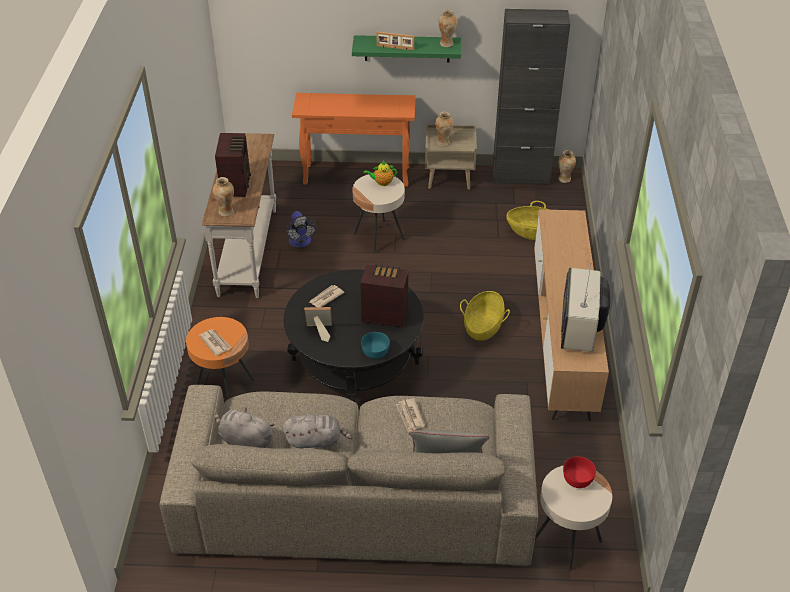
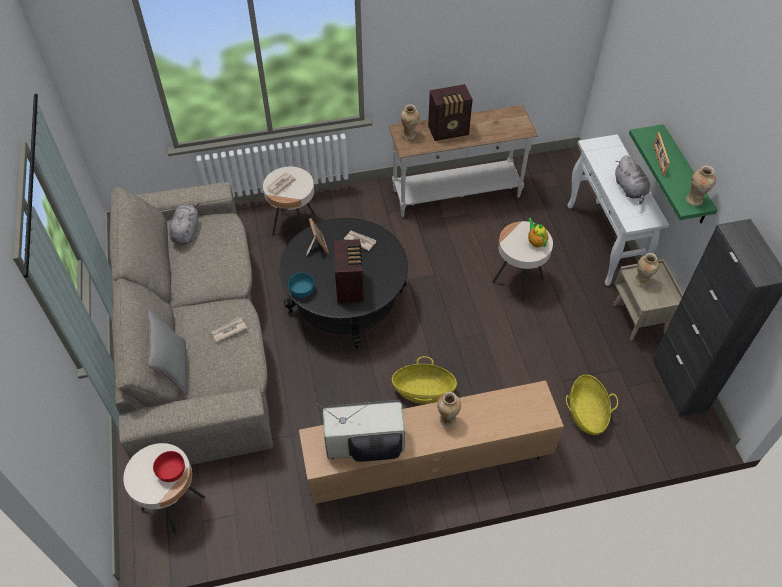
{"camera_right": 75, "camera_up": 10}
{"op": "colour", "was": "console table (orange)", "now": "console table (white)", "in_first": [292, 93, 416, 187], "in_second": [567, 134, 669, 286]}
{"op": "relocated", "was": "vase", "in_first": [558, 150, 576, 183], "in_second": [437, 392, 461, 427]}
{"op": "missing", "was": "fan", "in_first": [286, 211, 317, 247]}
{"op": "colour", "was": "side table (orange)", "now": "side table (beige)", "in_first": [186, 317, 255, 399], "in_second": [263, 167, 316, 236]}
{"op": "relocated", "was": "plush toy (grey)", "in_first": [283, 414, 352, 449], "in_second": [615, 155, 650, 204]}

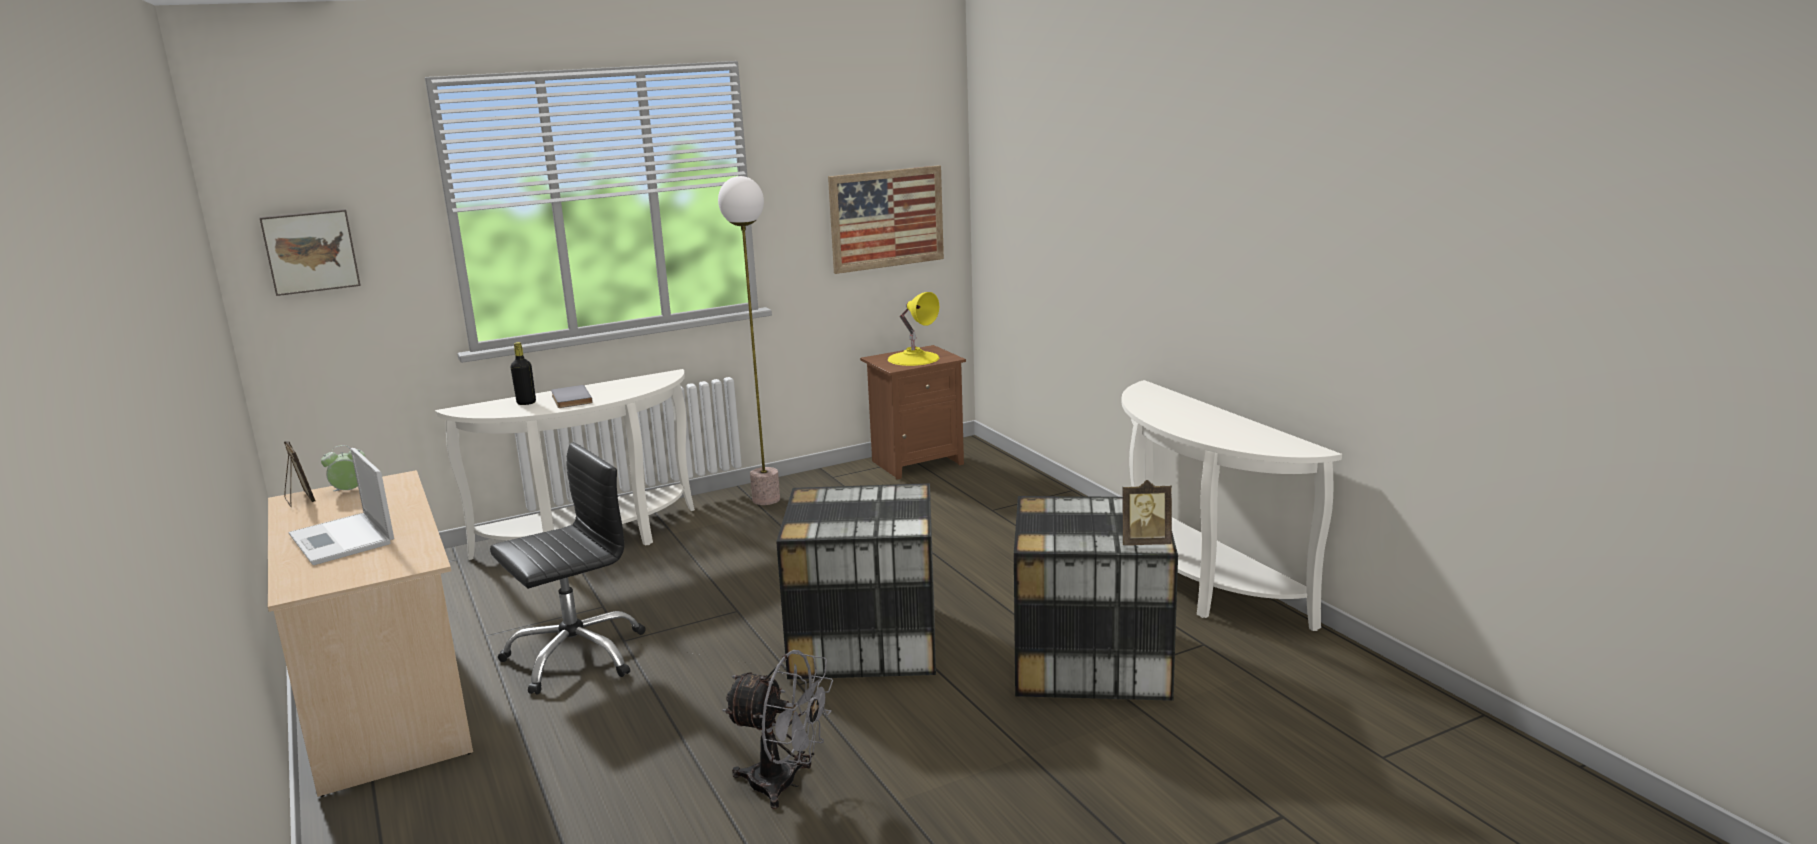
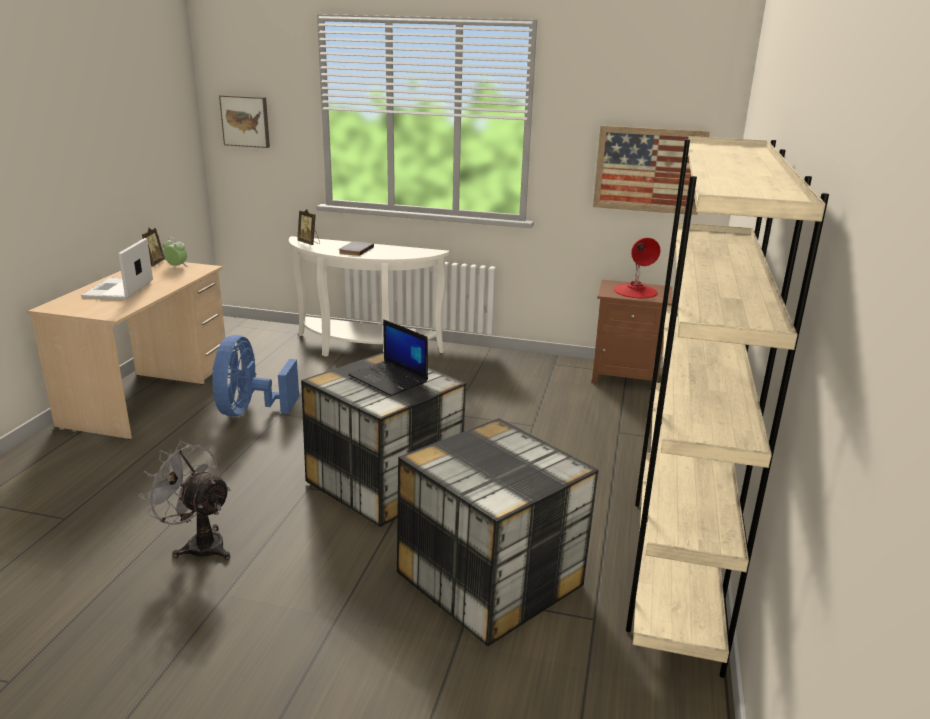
{"camera_right": 40, "camera_up": 5}
{"op": "missing", "was": "floor lamp", "in_first": [718, 176, 780, 505]}
{"op": "colour", "was": "table lamp (yellow)", "now": "table lamp (red)", "in_first": [888, 292, 939, 366], "in_second": [613, 238, 660, 298]}
{"op": "missing", "was": "bottle (black)", "in_first": [511, 342, 536, 405]}
{"op": "exchanged", "was": "console table (white)", "now": "bookcase (beige)", "in_first": [1122, 380, 1342, 631], "in_second": [626, 136, 829, 678]}
{"op": "exchanged", "was": "office chair (black)", "now": "fan (blue)", "in_first": [490, 442, 646, 694], "in_second": [212, 335, 299, 417]}
{"op": "relocated", "was": "picture frame", "in_first": [1122, 480, 1172, 545], "in_second": [298, 209, 320, 245]}
{"op": "spun", "was": "fan (grey)", "in_first": [723, 650, 833, 809], "in_second": [139, 441, 231, 560], "clockwise": 150}
{"op": "appeared", "now": "laptop", "in_second": [349, 319, 428, 396]}

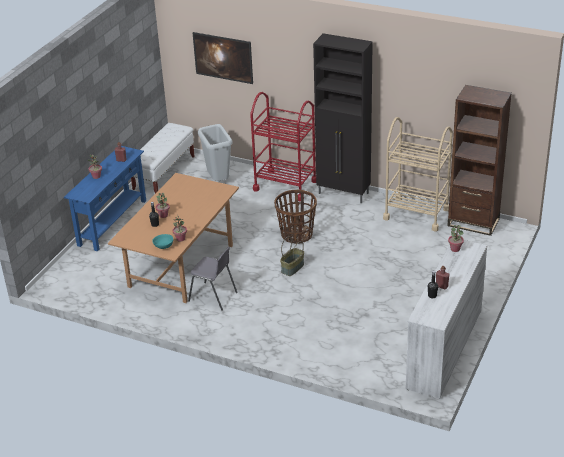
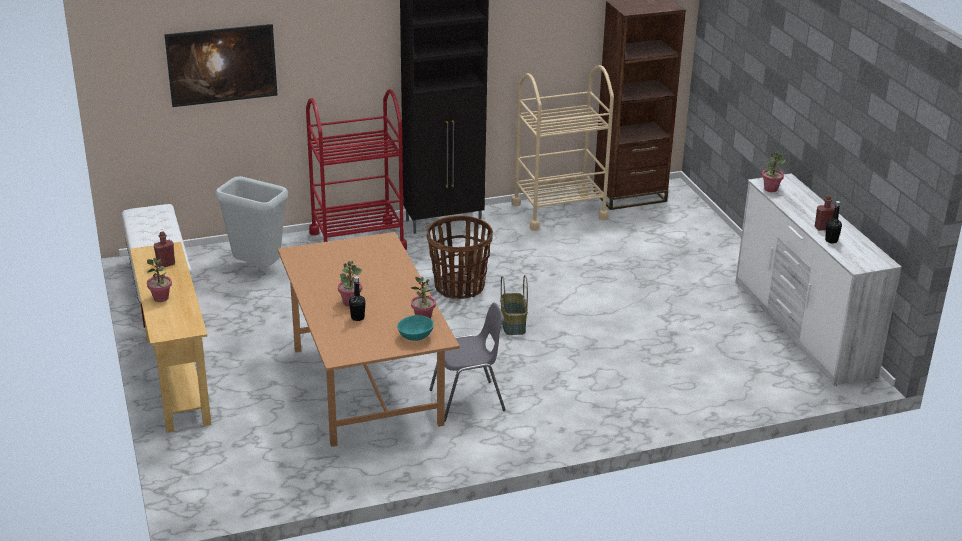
{"camera_right": -45, "camera_up": -5}
{"op": "colour", "was": "console table (blue)", "now": "console table (beige)", "in_first": [64, 146, 146, 251], "in_second": [130, 242, 211, 433]}

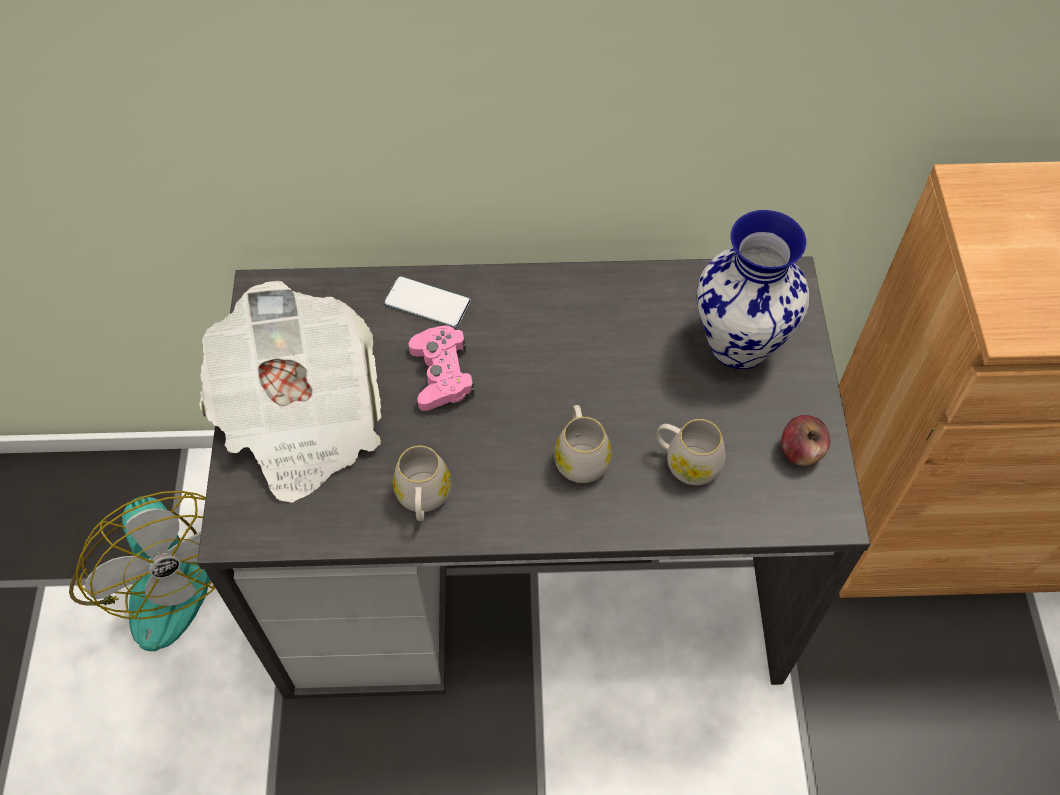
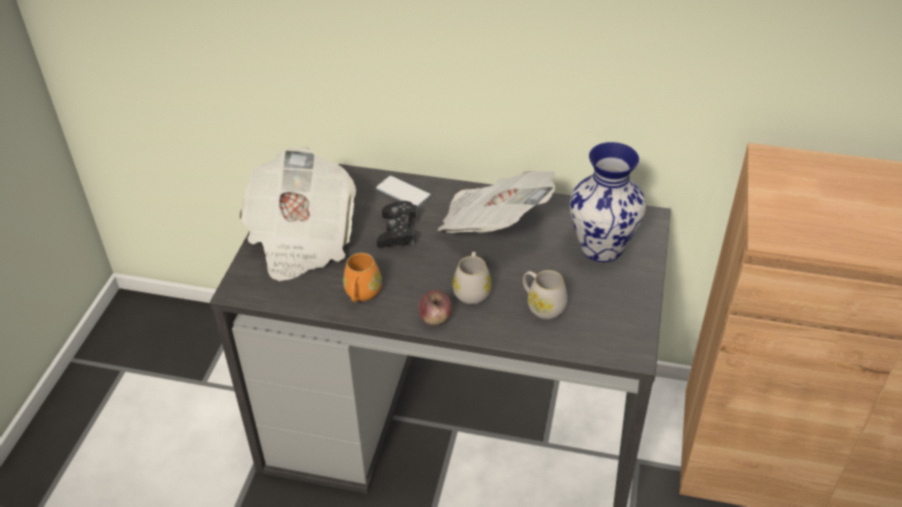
{"camera_right": 15, "camera_up": -15}
{"op": "colour", "was": "game controller (pink)", "now": "game controller (black)", "in_first": [409, 325, 475, 411], "in_second": [377, 201, 419, 248]}
{"op": "relocated", "was": "apple", "in_first": [781, 415, 830, 466], "in_second": [419, 290, 452, 325]}
{"op": "colour", "was": "mug (white)", "now": "mug (orange)", "in_first": [393, 445, 451, 521], "in_second": [343, 253, 382, 302]}
{"op": "missing", "was": "fan", "in_first": [69, 491, 215, 651]}
{"op": "appeared", "now": "newspaper", "in_second": [437, 171, 555, 233]}

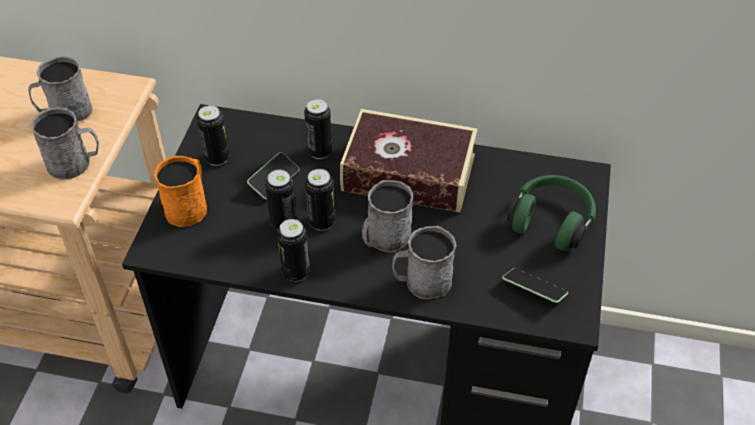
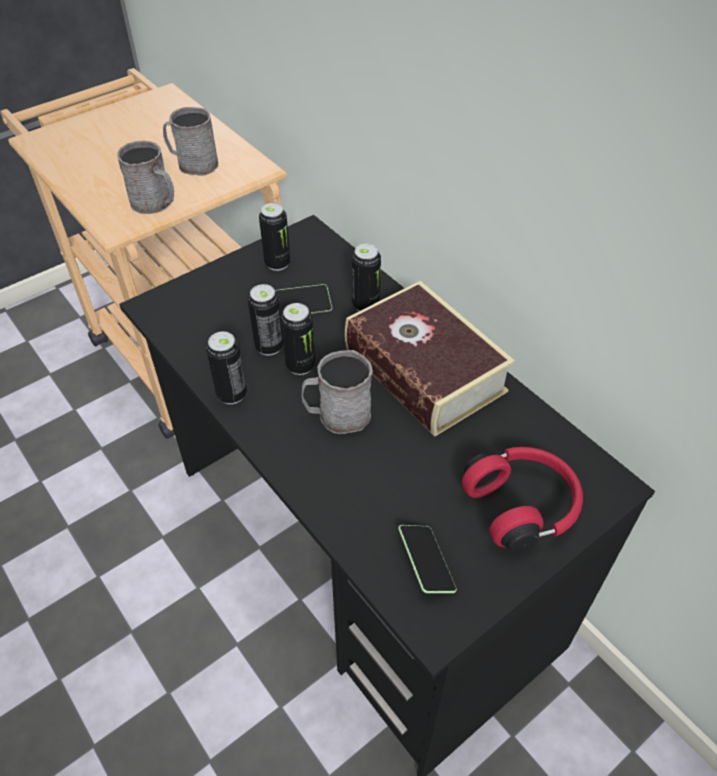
{"camera_right": 40, "camera_up": 0}
{"op": "missing", "was": "mug (orange)", "in_first": [154, 156, 207, 227]}
{"op": "colour", "was": "headphones (green)", "now": "headphones (red)", "in_first": [507, 175, 596, 251], "in_second": [462, 447, 583, 552]}
{"op": "missing", "was": "mug (grey)", "in_first": [392, 226, 457, 299]}

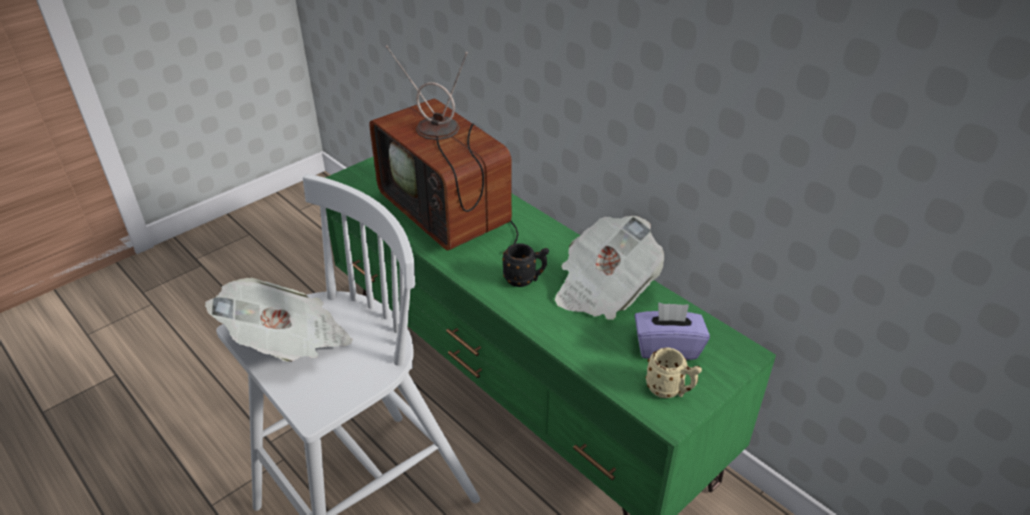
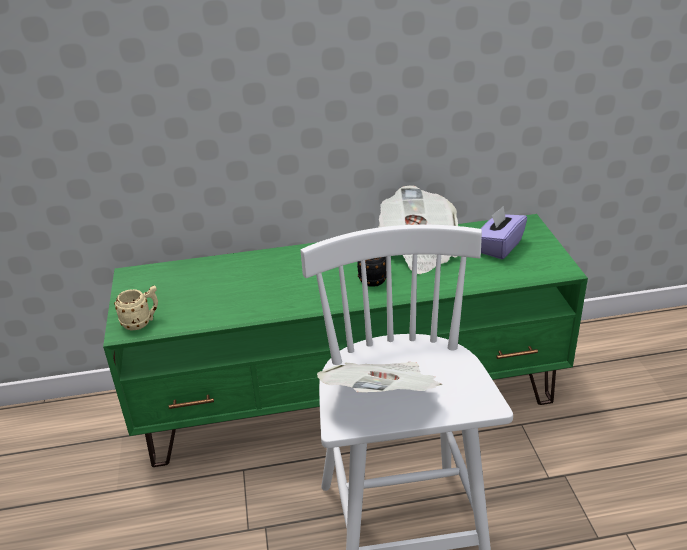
{"camera_right": -55, "camera_up": -5}
{"op": "missing", "was": "television", "in_first": [369, 46, 518, 253]}
{"op": "relocated", "was": "mug (beige)", "in_first": [646, 348, 702, 398], "in_second": [114, 286, 158, 331]}

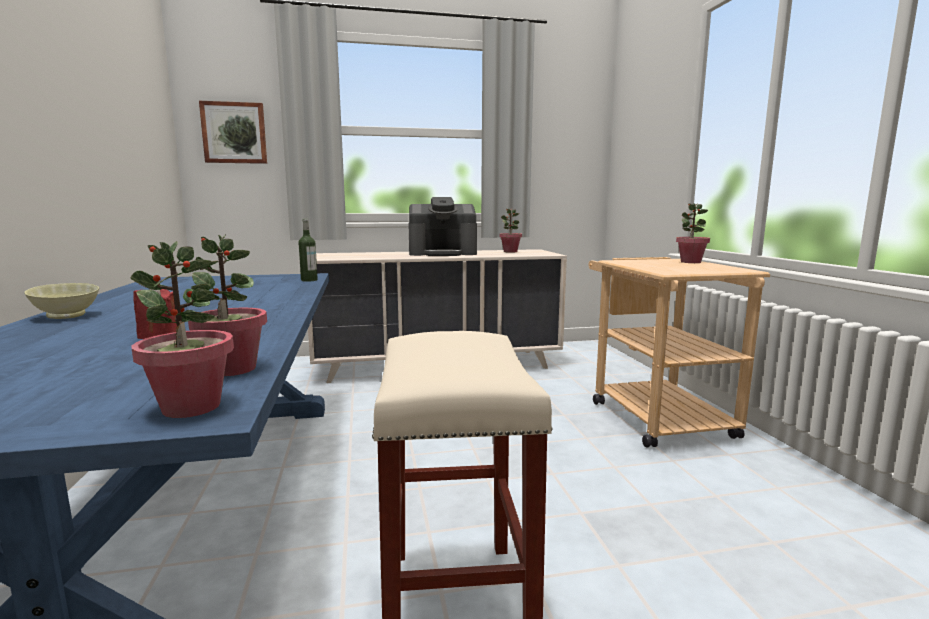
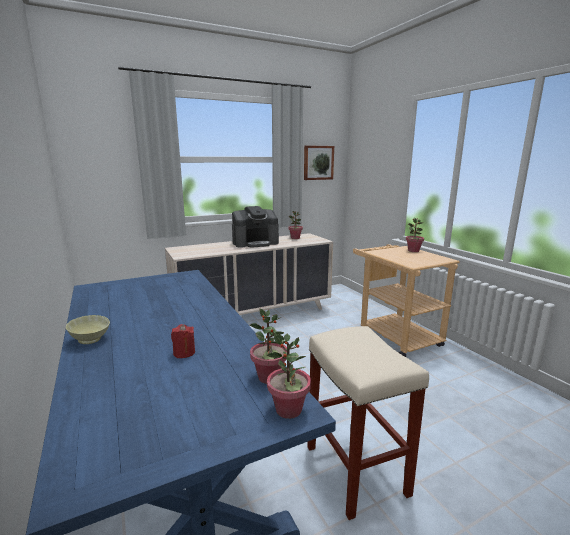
{"camera_right": -15, "camera_up": 5}
{"op": "relocated", "was": "picture", "in_first": [199, 101, 267, 164], "in_second": [304, 145, 334, 180]}
{"op": "missing", "was": "bottle", "in_first": [299, 219, 318, 282]}

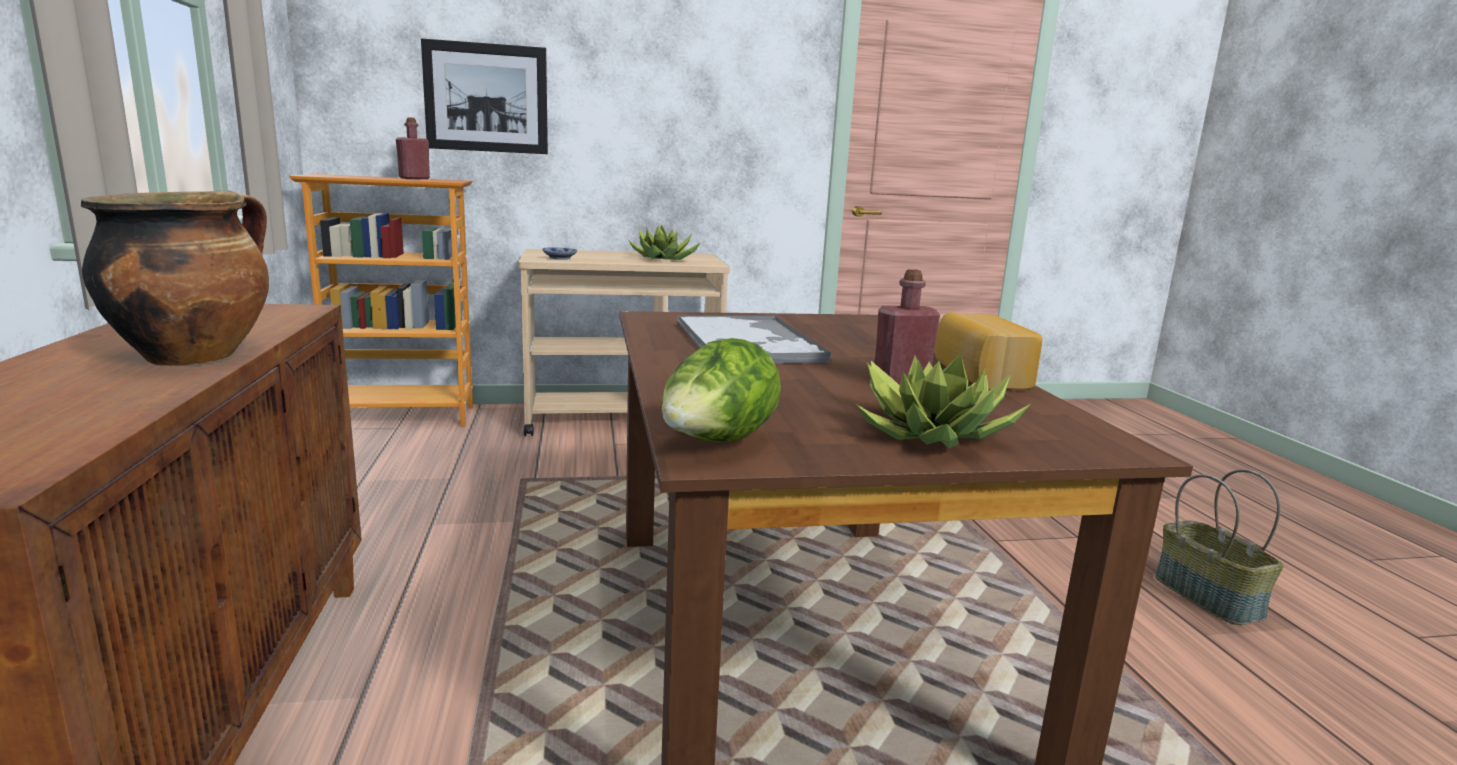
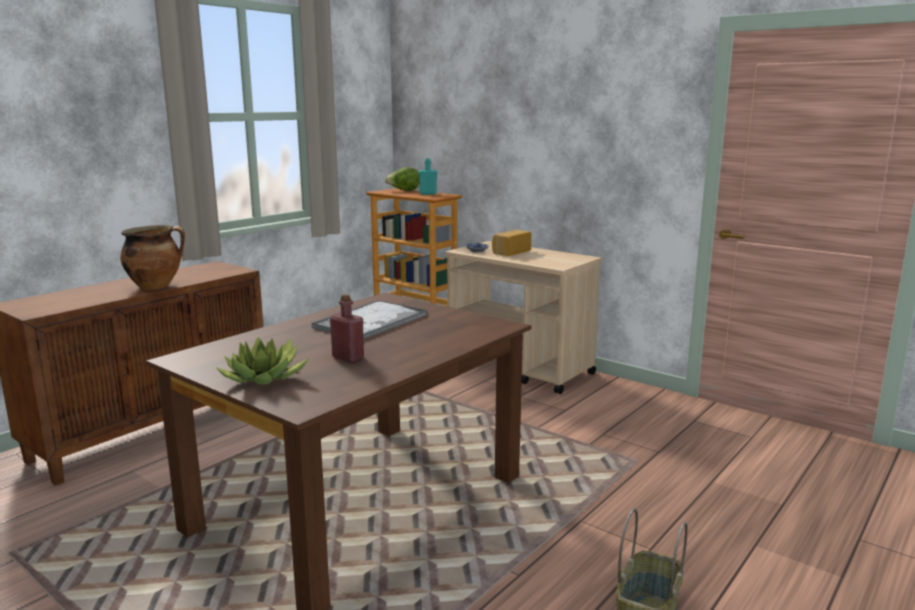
{"camera_right": 50, "camera_up": 0}
{"op": "missing", "was": "picture", "in_first": [421, 38, 548, 154]}
{"op": "colour", "was": "bottle (red)", "now": "bottle (turquoise)", "in_first": [396, 117, 430, 179], "in_second": [418, 158, 437, 195]}
{"op": "missing", "was": "potted plant", "in_first": [629, 225, 701, 260]}
{"op": "relocated", "was": "bread", "in_first": [935, 312, 1043, 390], "in_second": [492, 230, 532, 256]}
{"op": "relocated", "was": "lettuce", "in_first": [661, 338, 781, 442], "in_second": [385, 167, 419, 191]}

